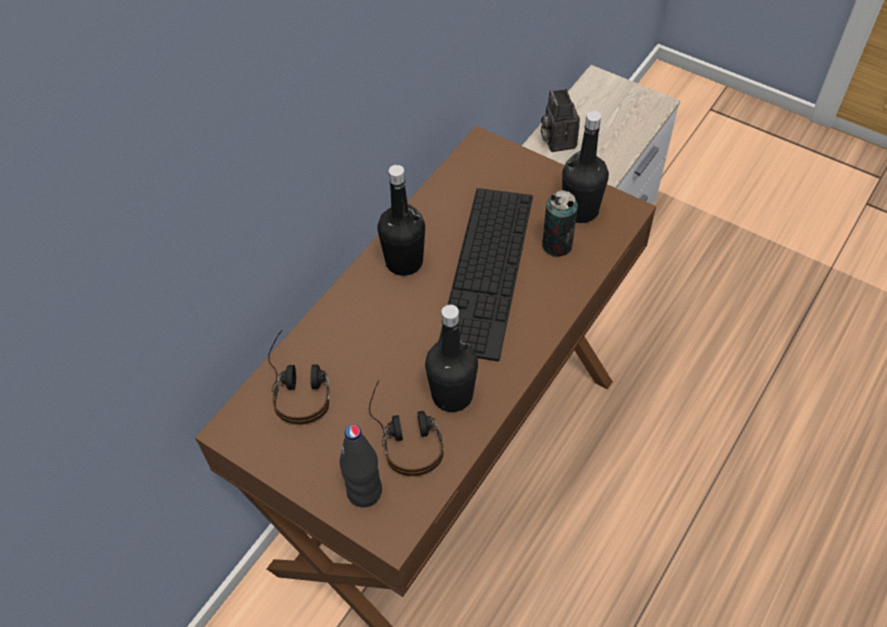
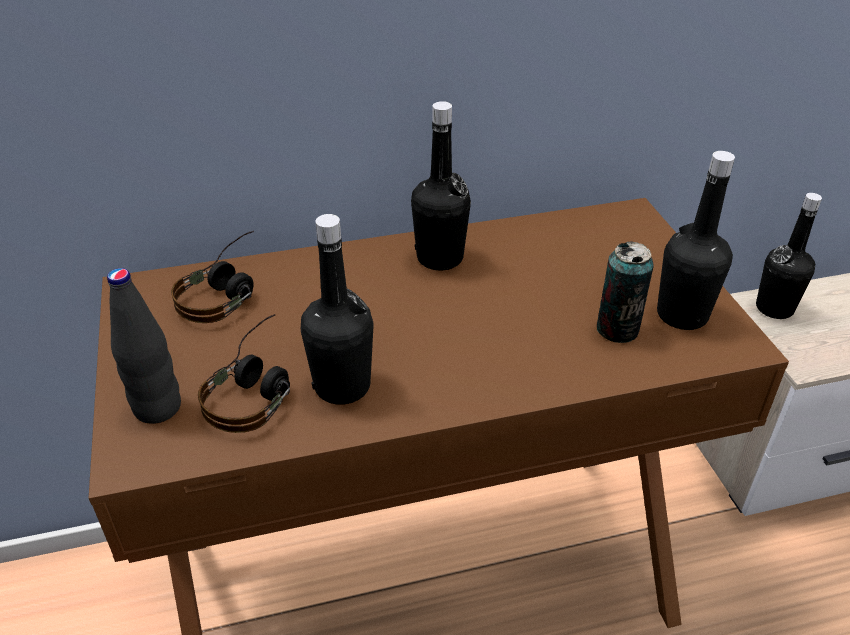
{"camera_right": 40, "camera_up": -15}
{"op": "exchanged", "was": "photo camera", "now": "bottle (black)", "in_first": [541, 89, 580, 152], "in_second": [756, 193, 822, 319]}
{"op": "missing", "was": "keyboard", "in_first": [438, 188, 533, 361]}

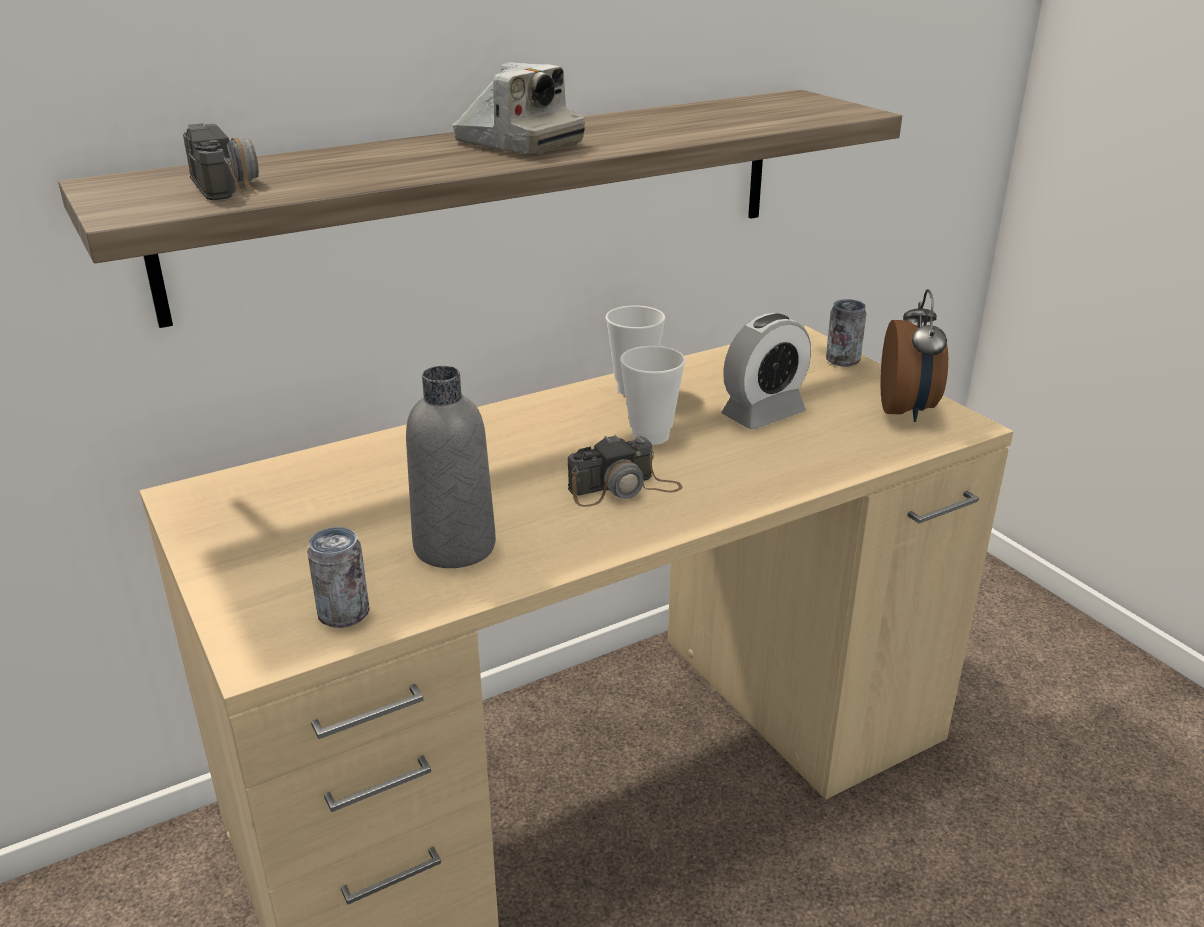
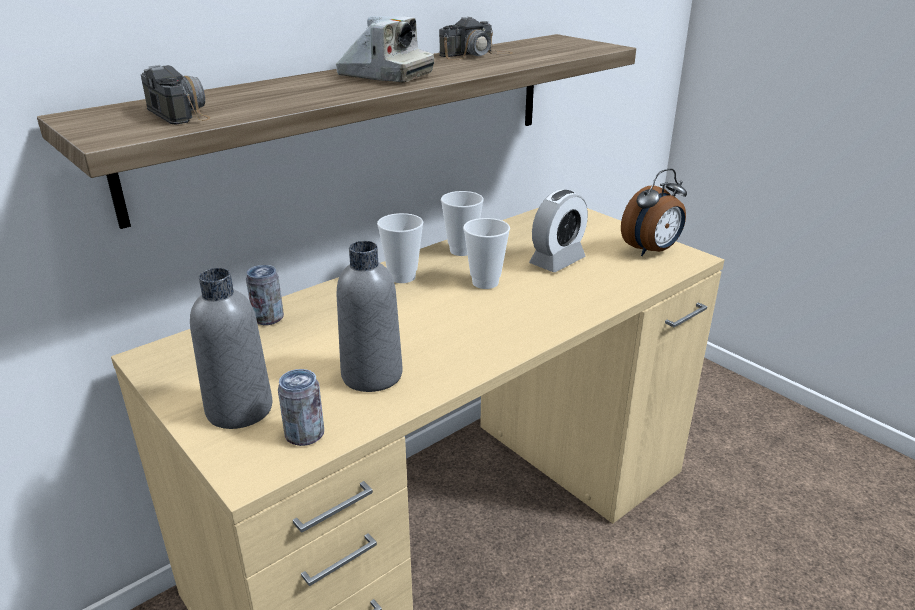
{"camera_right": -10, "camera_up": 0}
{"op": "spun", "was": "alarm clock", "in_first": [880, 289, 948, 422], "in_second": [621, 169, 687, 256], "clockwise": 60}
{"op": "relocated", "was": "can", "in_first": [826, 299, 866, 367], "in_second": [246, 265, 284, 325]}
{"op": "relocated", "was": "photo camera", "in_first": [568, 434, 683, 507], "in_second": [439, 17, 513, 60]}
{"op": "appeared", "now": "cup", "in_second": [377, 213, 423, 283]}
{"op": "appeared", "now": "bottle (grey)", "in_second": [190, 268, 273, 429]}

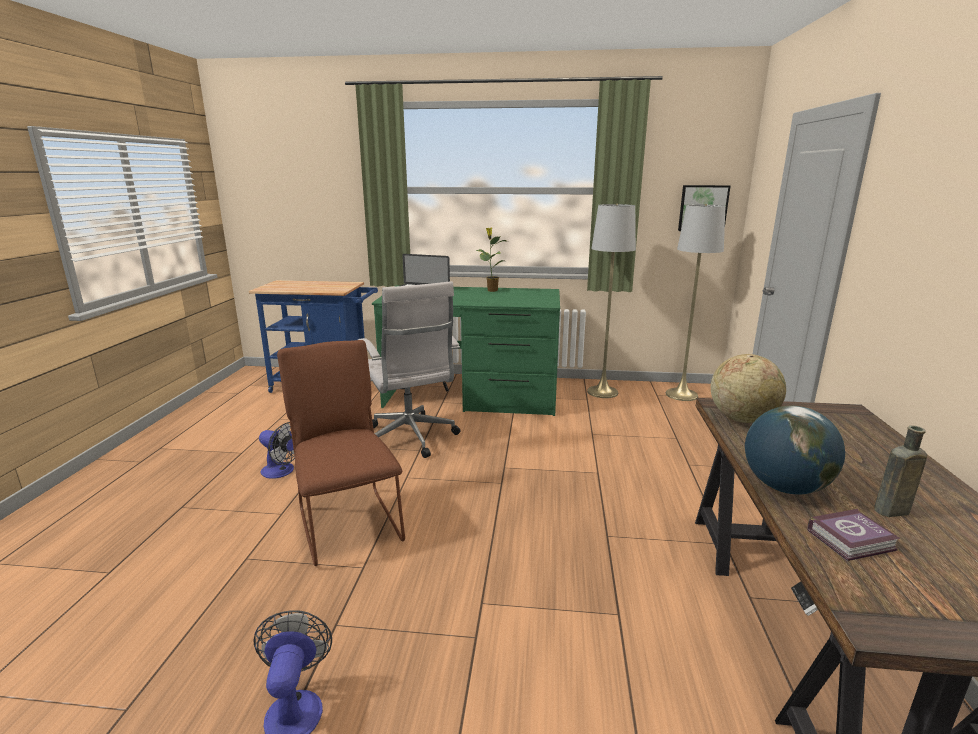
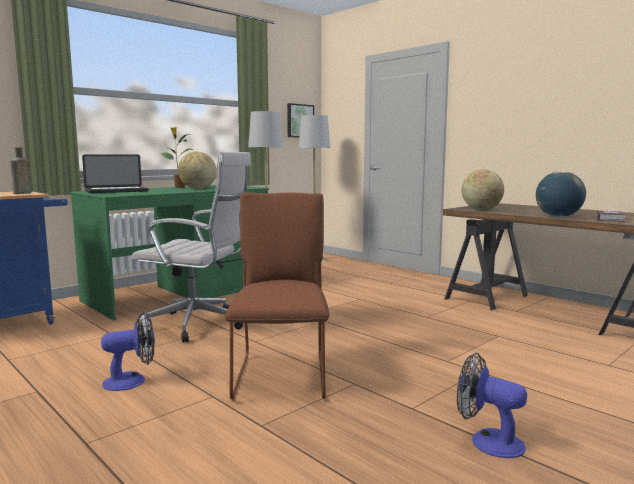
{"camera_right": -50, "camera_up": -10}
{"op": "spun", "was": "chair (brown)", "in_first": [277, 340, 405, 566], "in_second": [225, 192, 329, 400], "clockwise": 75}
{"op": "relocated", "was": "bottle (brown)", "in_first": [874, 425, 927, 517], "in_second": [10, 147, 31, 194]}
{"op": "appeared", "now": "globe", "in_second": [178, 151, 217, 189]}

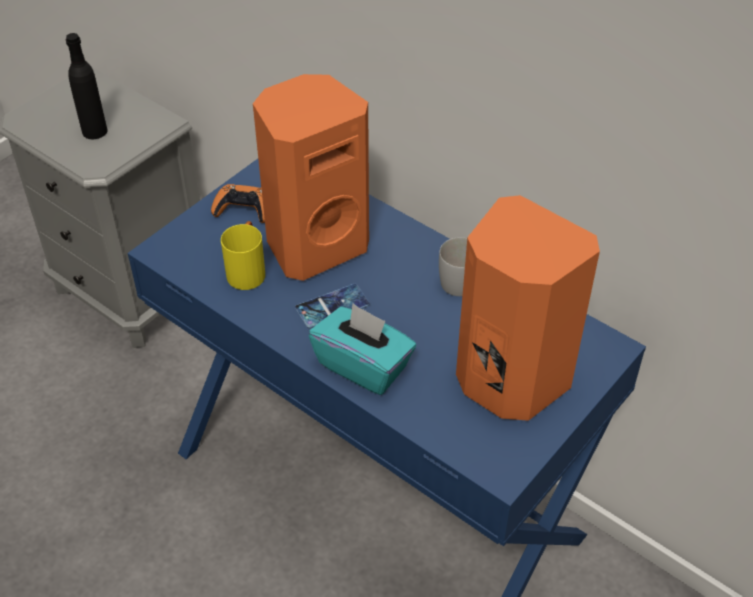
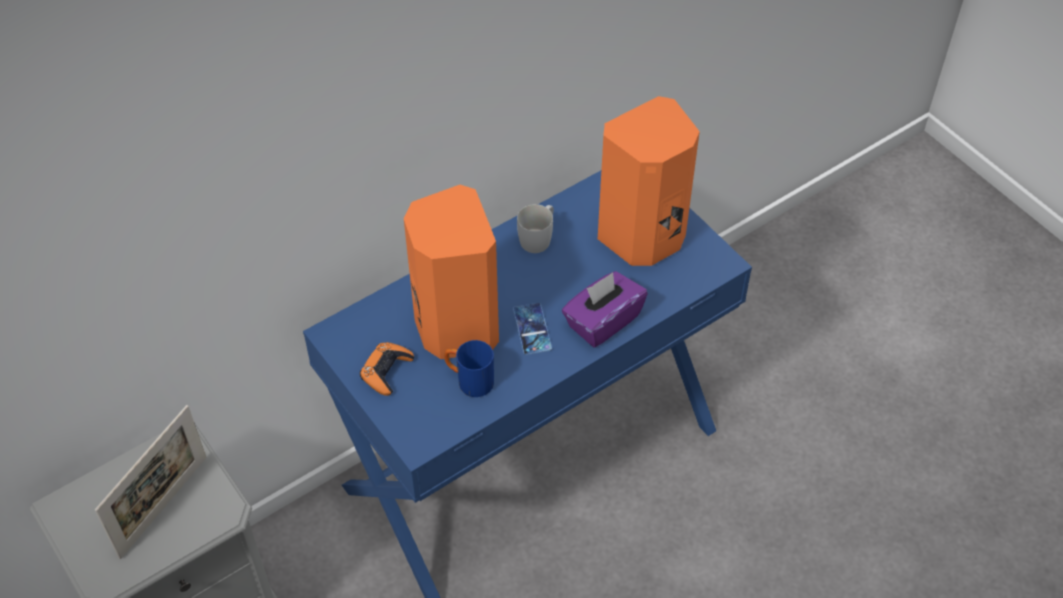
{"camera_right": -75, "camera_up": 5}
{"op": "exchanged", "was": "bottle (black)", "now": "picture frame", "in_first": [66, 33, 108, 139], "in_second": [95, 405, 206, 559]}
{"op": "colour", "was": "mug (yellow)", "now": "mug (blue)", "in_first": [221, 221, 265, 290], "in_second": [444, 340, 494, 397]}
{"op": "colour", "was": "tissue box (turquoise)", "now": "tissue box (purple)", "in_first": [309, 303, 416, 395], "in_second": [562, 271, 648, 347]}

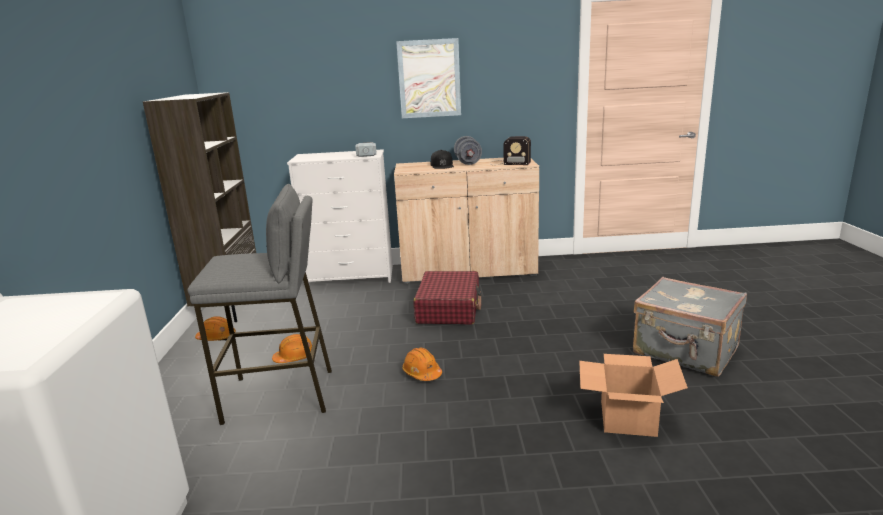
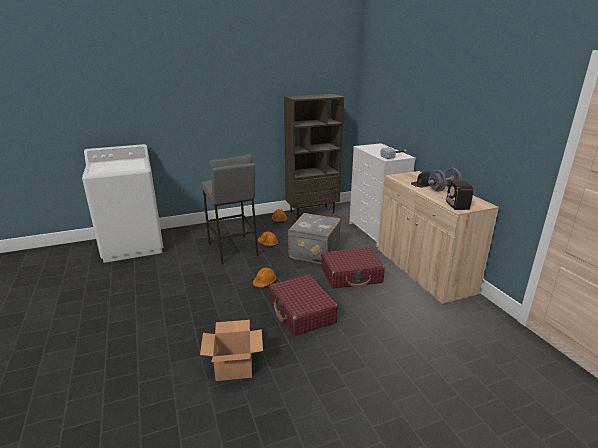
{"camera_right": 70, "camera_up": 5}
{"op": "missing", "was": "picture", "in_first": [396, 38, 461, 118]}
{"op": "relocated", "was": "suitcase (grey)", "in_first": [633, 277, 747, 377], "in_second": [288, 213, 341, 264]}
{"op": "appeared", "now": "suitcase (red)", "in_second": [269, 274, 338, 336]}

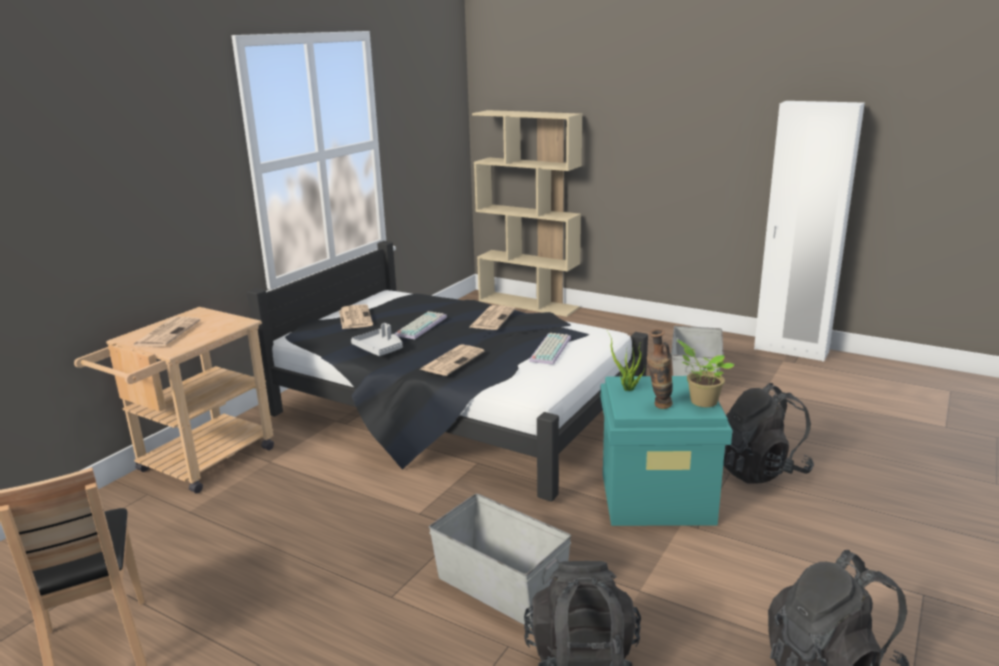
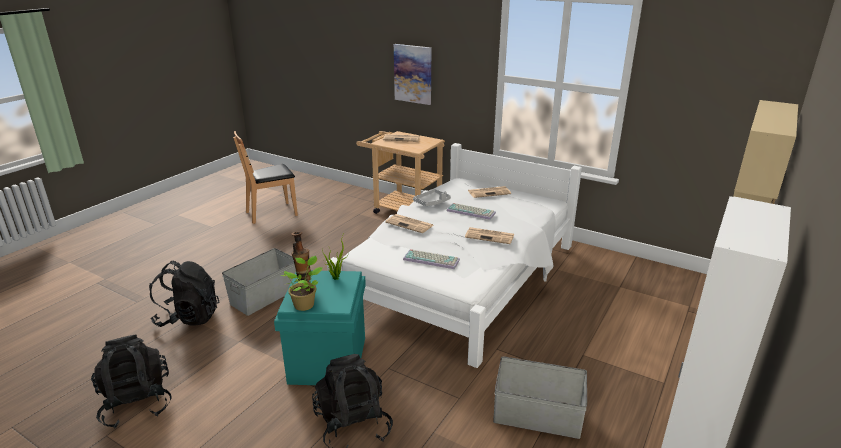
{"camera_right": 90, "camera_up": 5}
{"op": "colour", "was": "bed (black)", "now": "bed (white)", "in_first": [247, 241, 648, 502], "in_second": [327, 143, 582, 368]}
{"op": "appeared", "now": "picture", "in_second": [394, 44, 431, 105]}

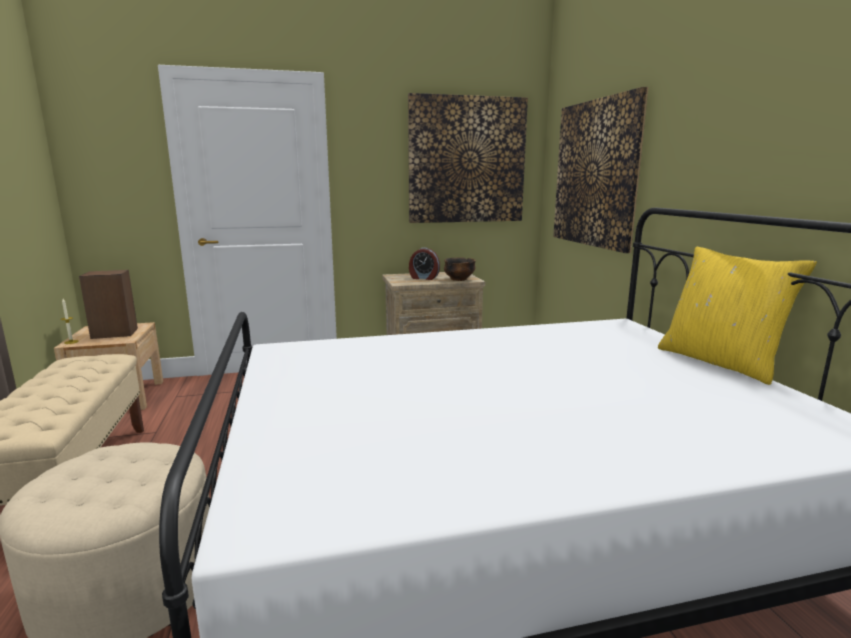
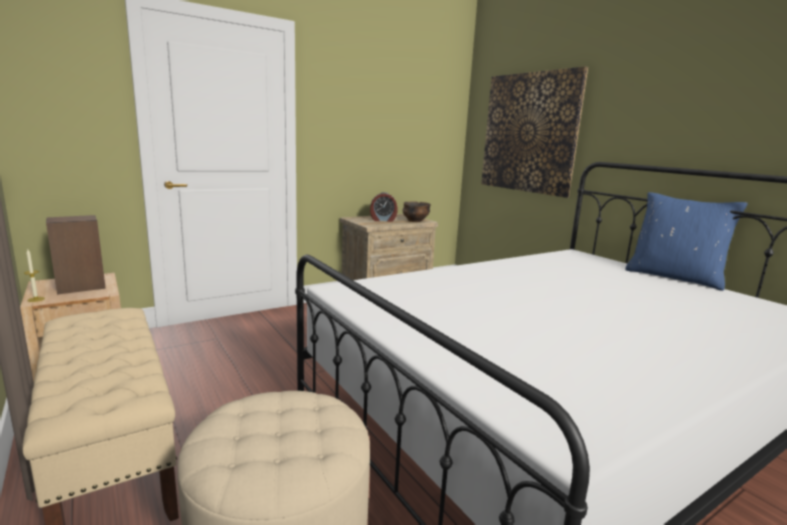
{"camera_right": -20, "camera_up": 0}
{"op": "missing", "was": "picture", "in_first": [408, 93, 528, 223]}
{"op": "colour", "was": "pillow (yellow)", "now": "pillow (blue)", "in_first": [658, 247, 817, 385], "in_second": [625, 192, 748, 291]}

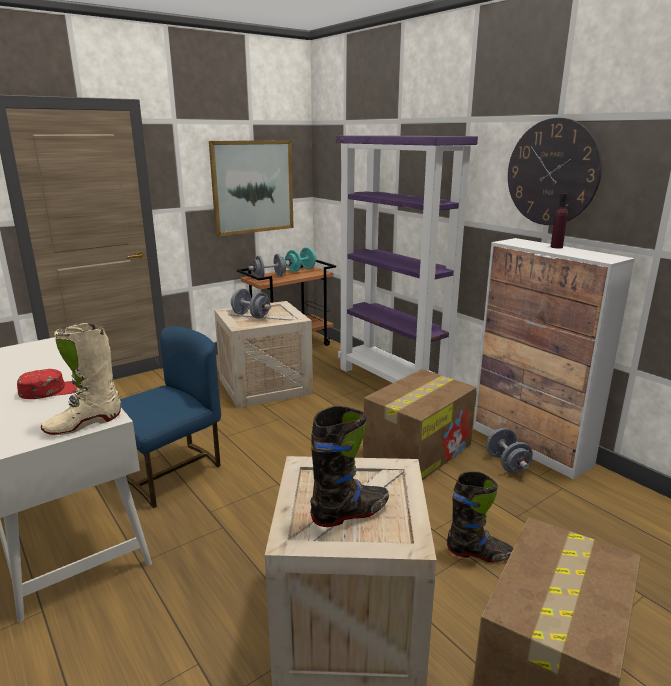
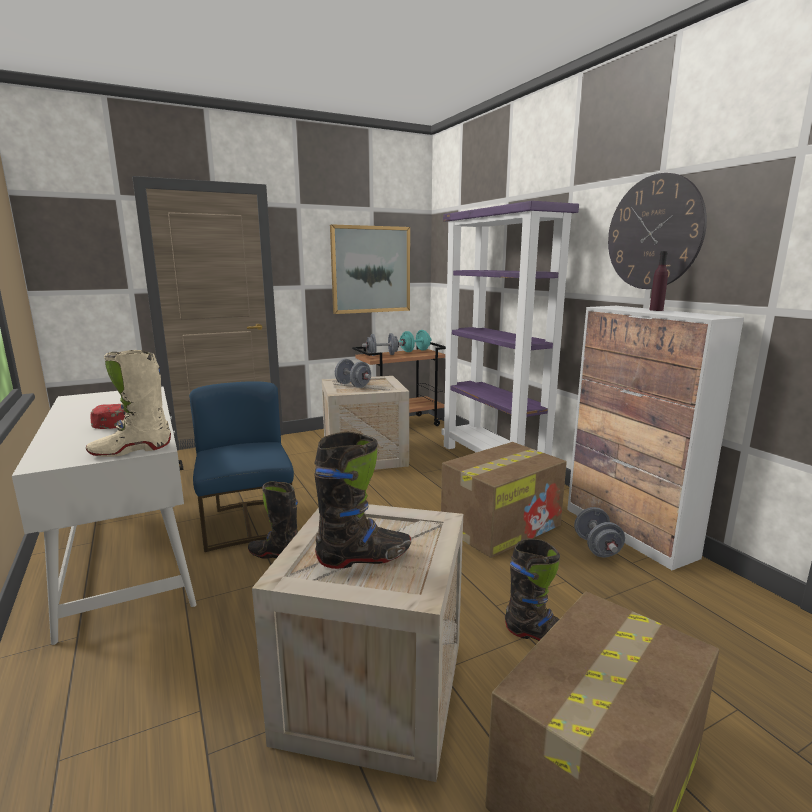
{"camera_right": 10, "camera_up": -5}
{"op": "spun", "was": "chair (blue)", "in_first": [120, 326, 221, 508], "in_second": [189, 381, 294, 552], "clockwise": -75}
{"op": "appeared", "now": "boot (black)", "in_second": [248, 481, 298, 559]}

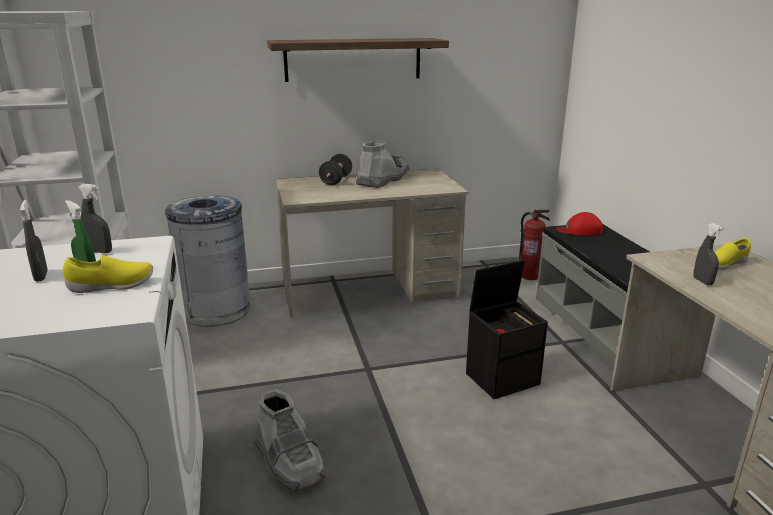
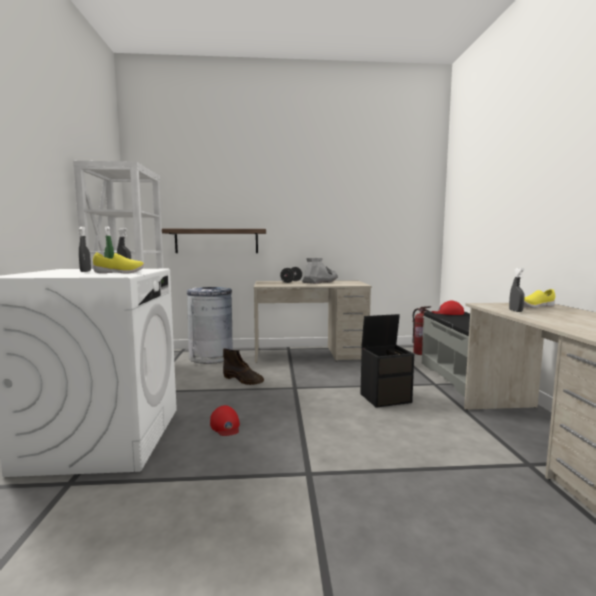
{"camera_right": 10, "camera_up": -15}
{"op": "relocated", "was": "shelf", "in_first": [267, 38, 449, 82], "in_second": [162, 229, 266, 253]}
{"op": "exchanged", "was": "boot (grey)", "now": "cap (red)", "in_first": [254, 389, 326, 492], "in_second": [210, 405, 240, 436]}
{"op": "appeared", "now": "boot (brown)", "in_second": [223, 349, 264, 385]}

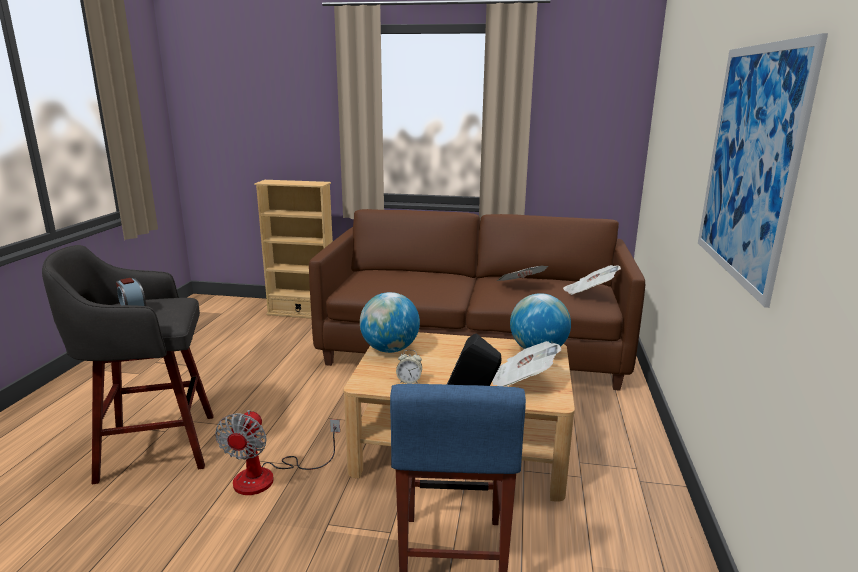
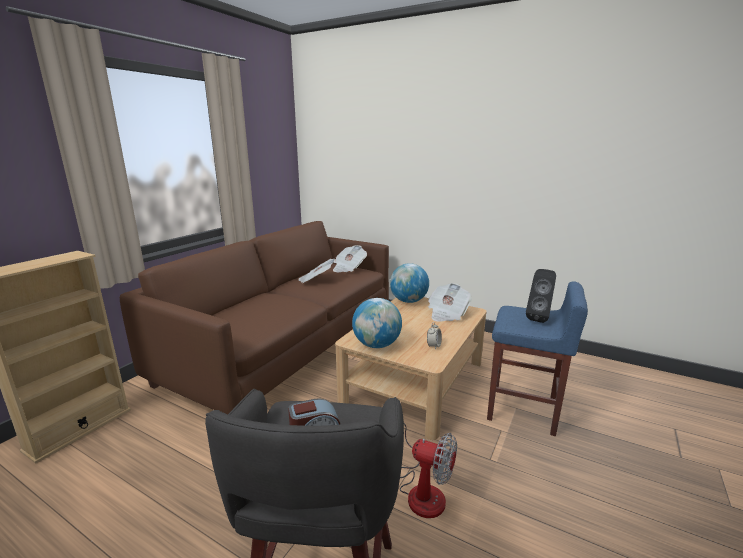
{"camera_right": -70, "camera_up": 0}
{"op": "missing", "was": "picture", "in_first": [698, 33, 828, 308]}

